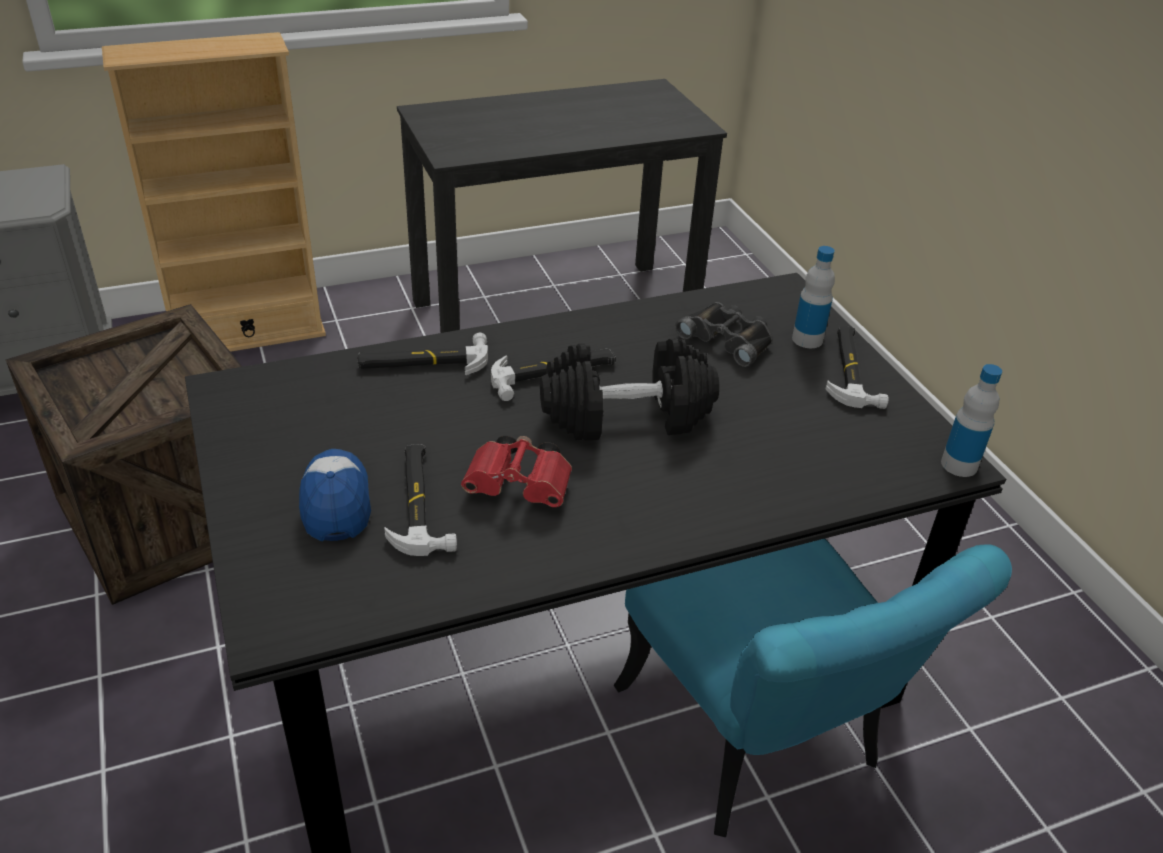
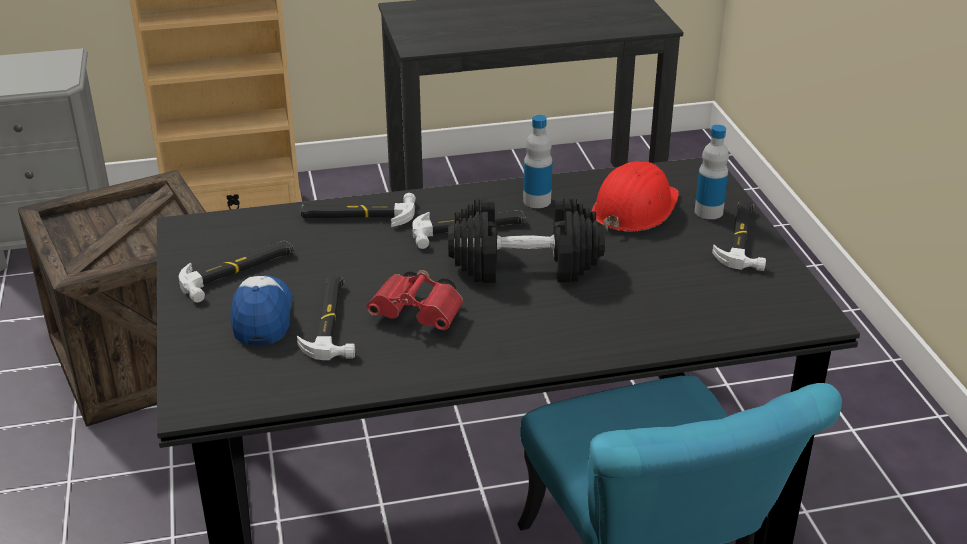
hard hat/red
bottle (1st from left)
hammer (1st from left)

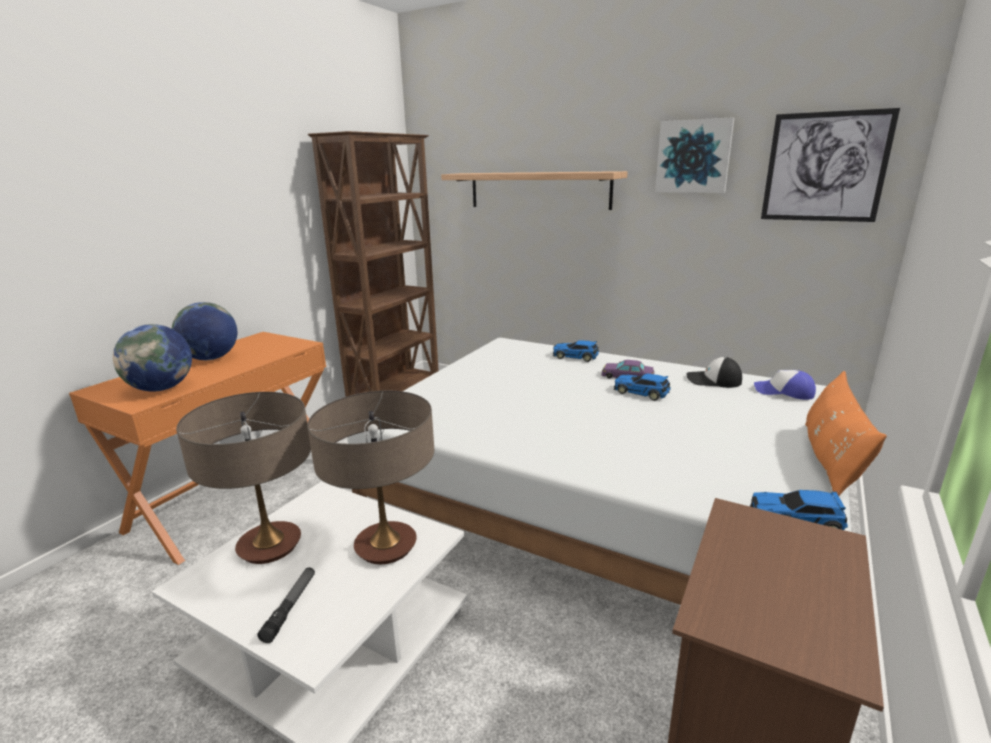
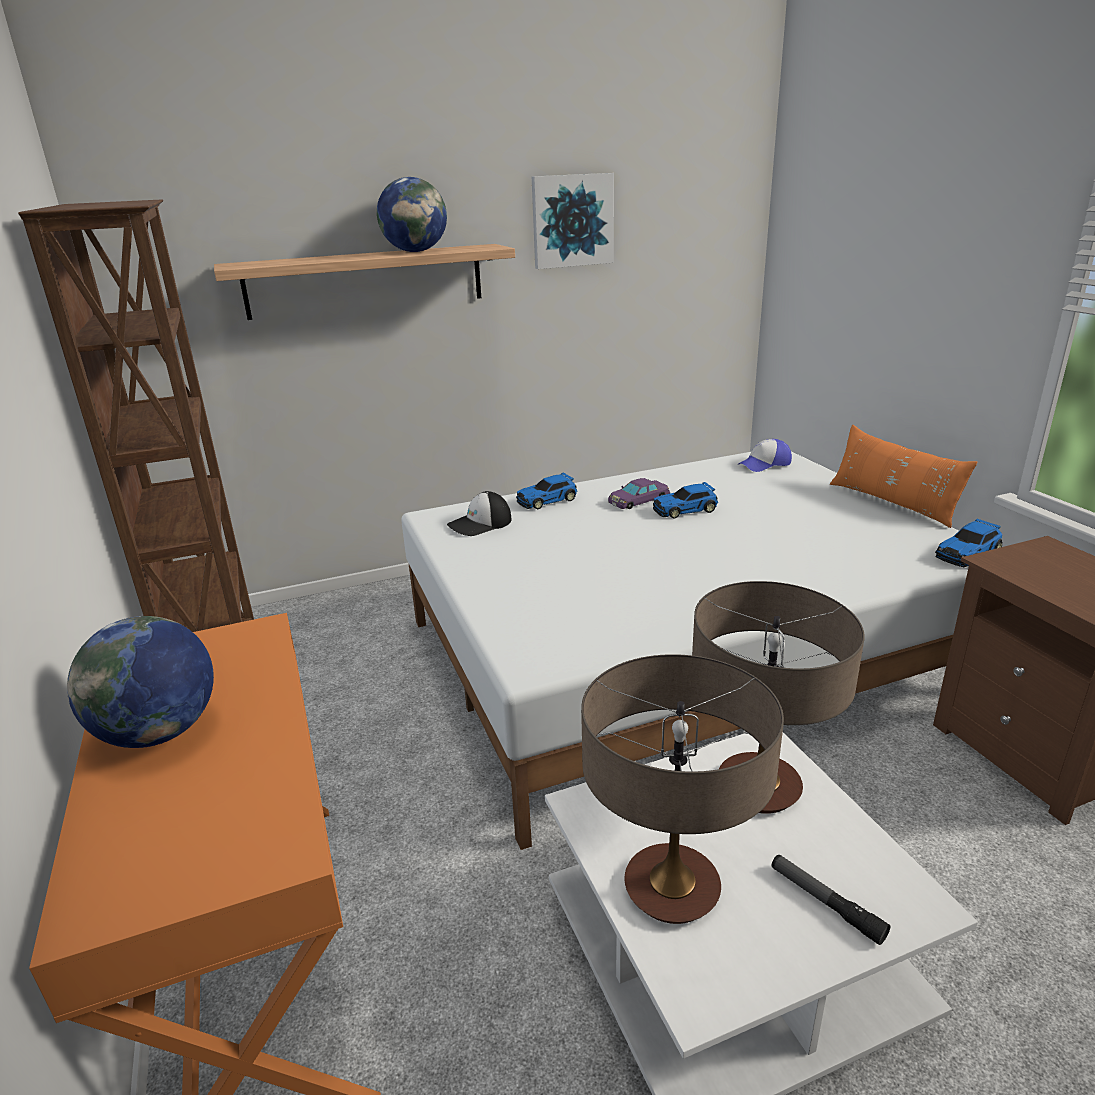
globe (2nd from left)
cap (1st from left)
picture (2nd from left in the first image)

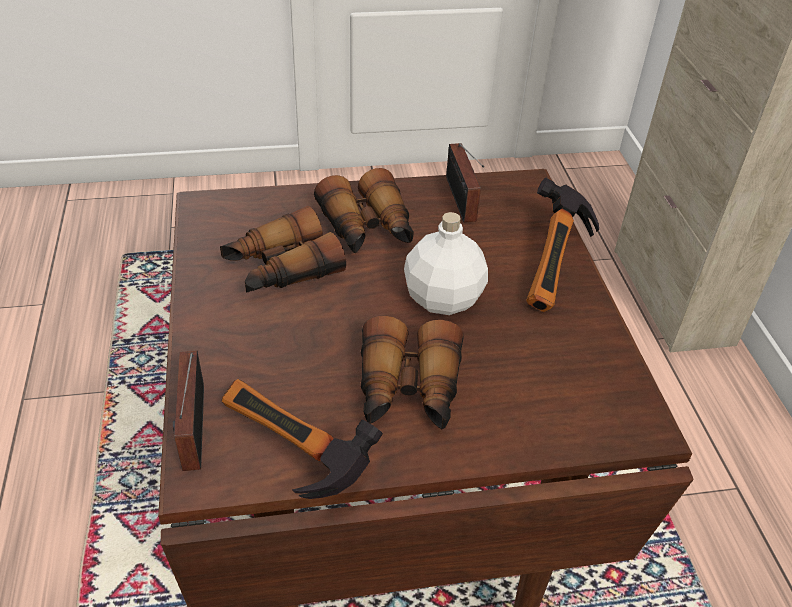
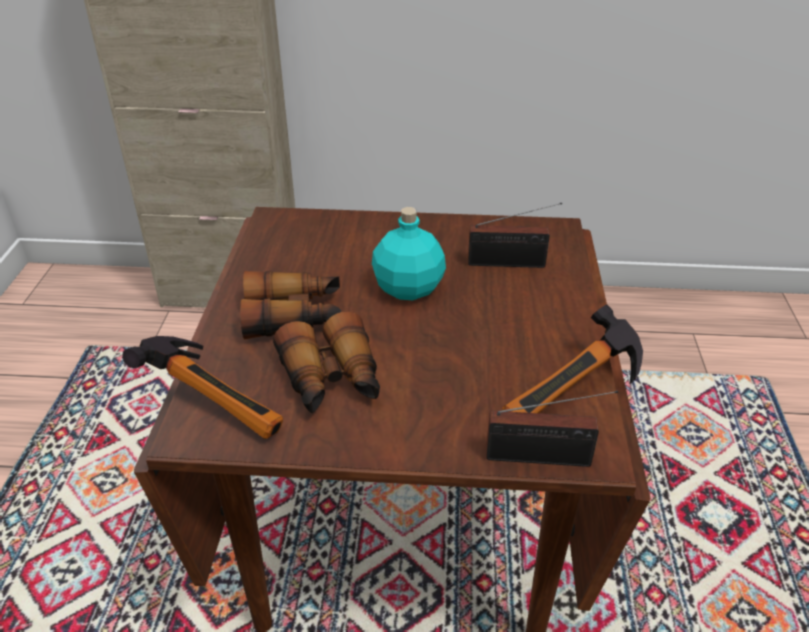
binoculars (3rd from left in the first image)
bottle/turquoise
radio (1st from left)
hammer (1st from left)

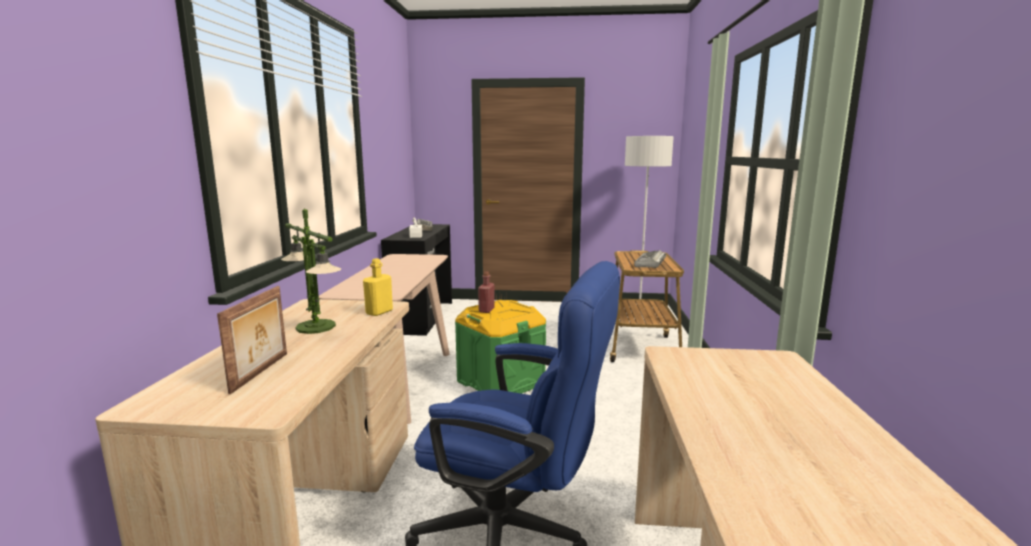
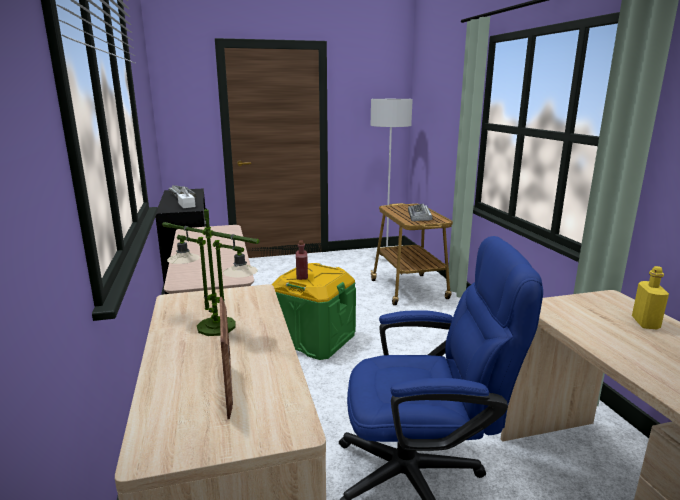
bottle/yellow

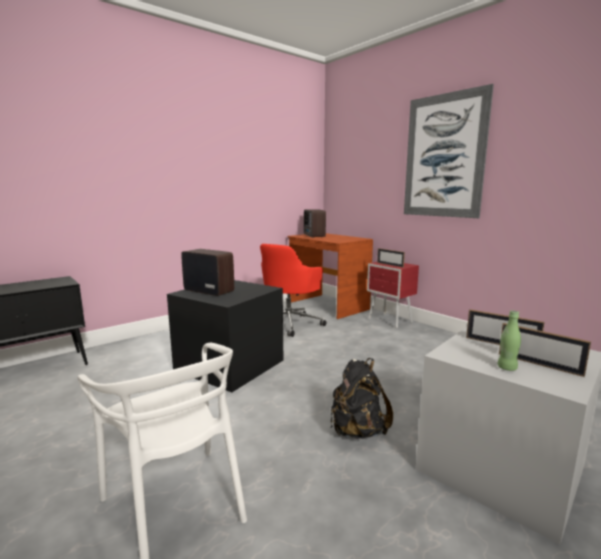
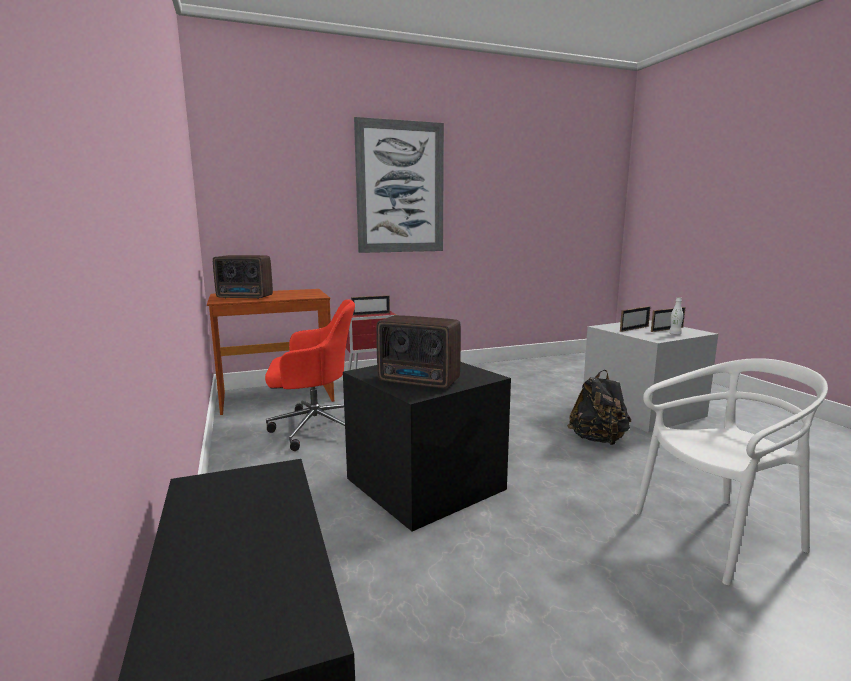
radio (2nd from left)
office chair/red
bottle/white

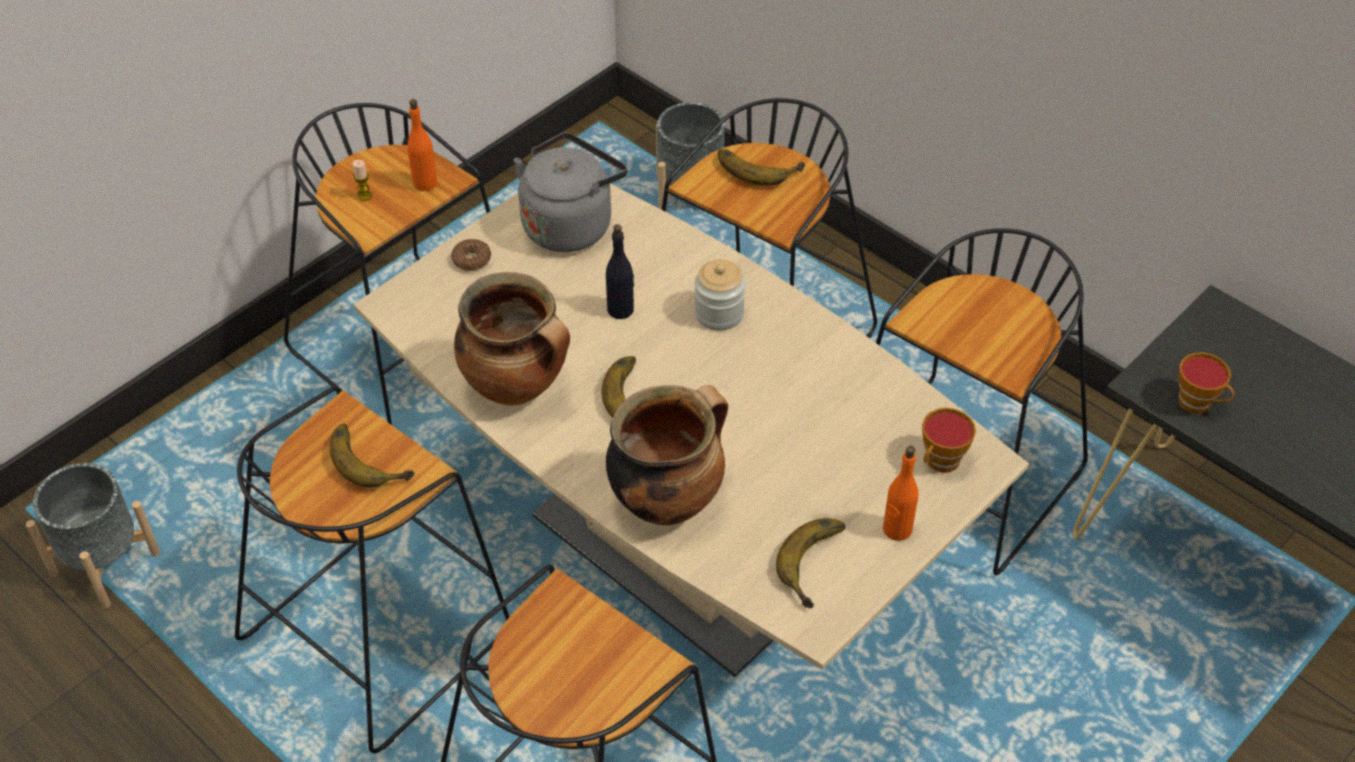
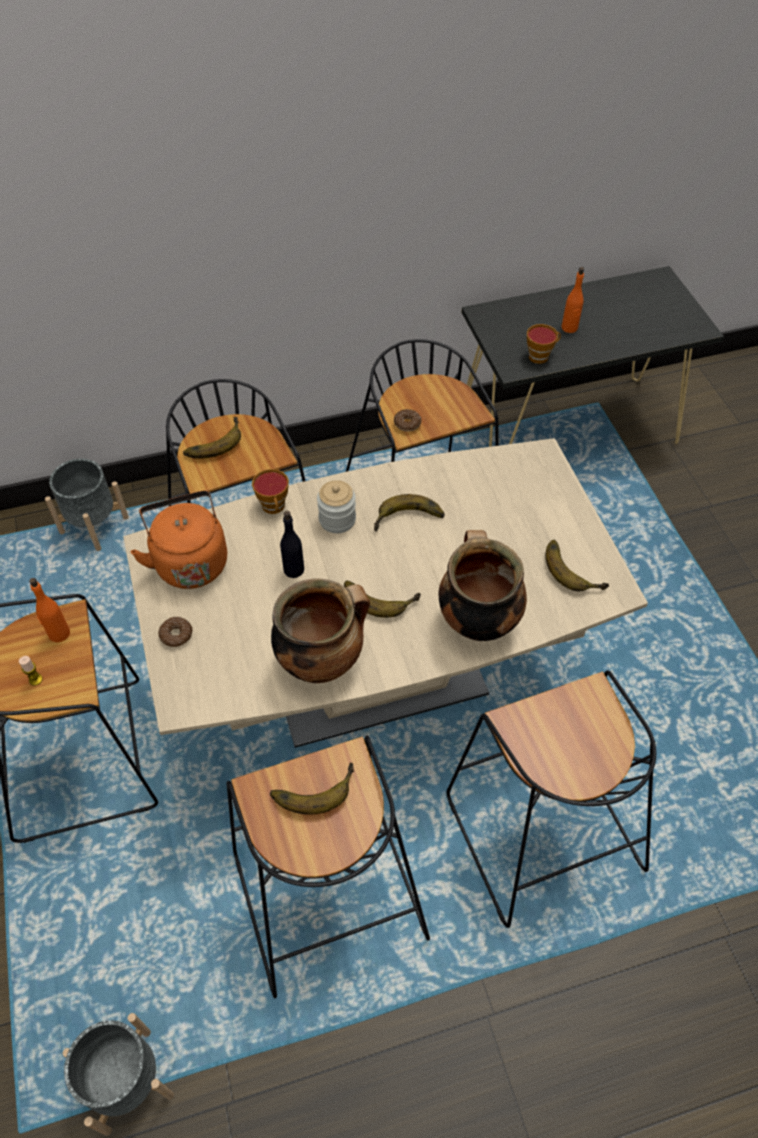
kettle/orange
bottle/orange (2nd from left)
cup (1st from left)
banana (4th from left)
donut (2nd from left)

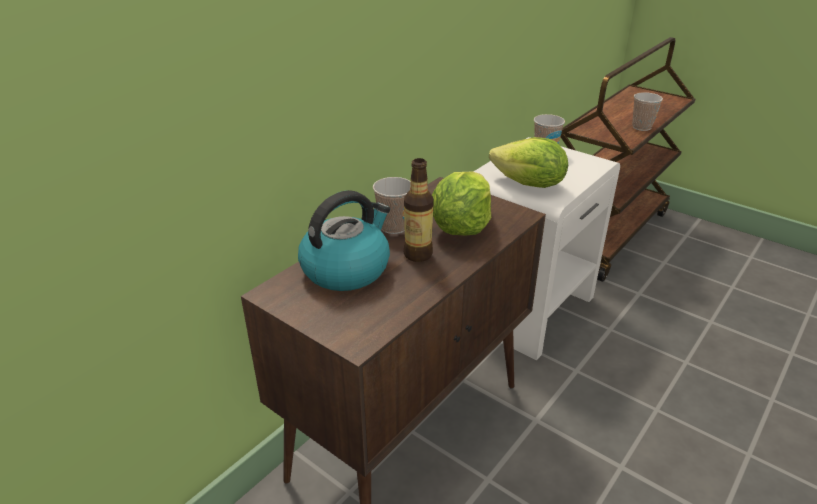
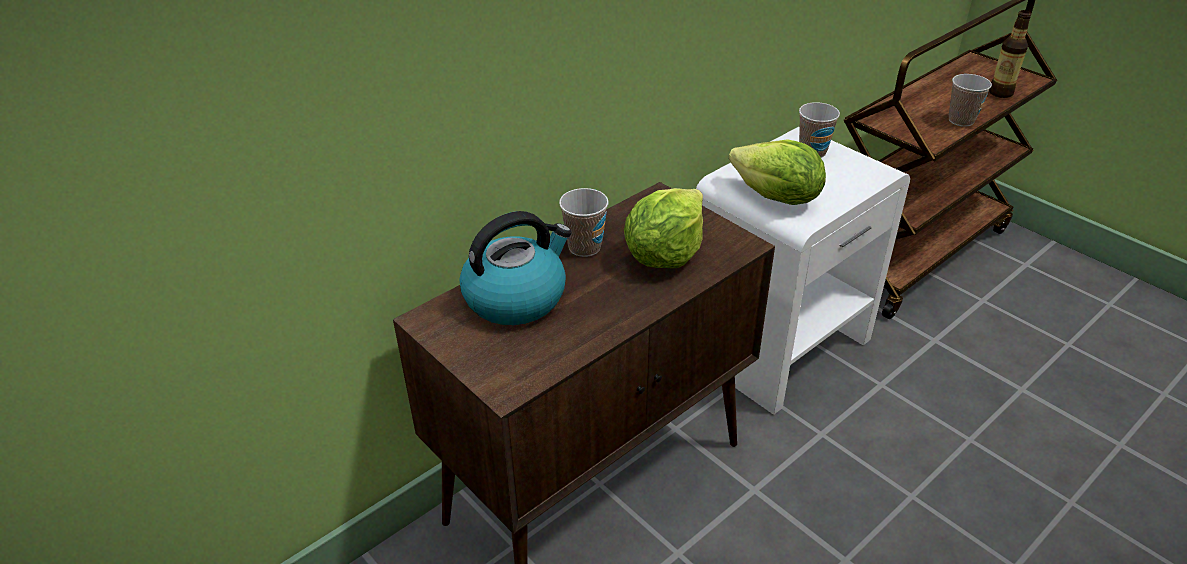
bottle

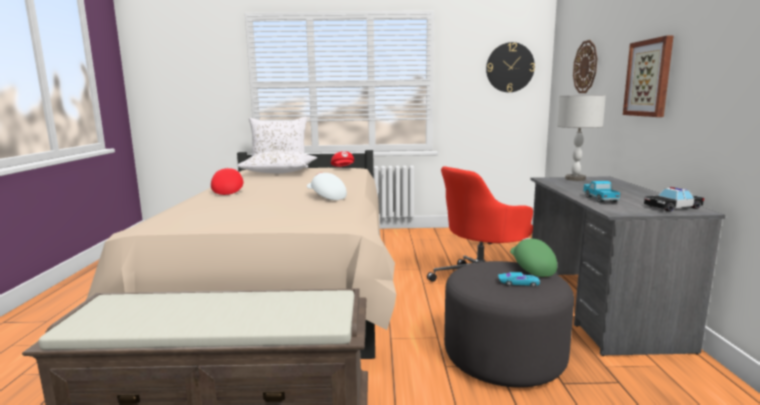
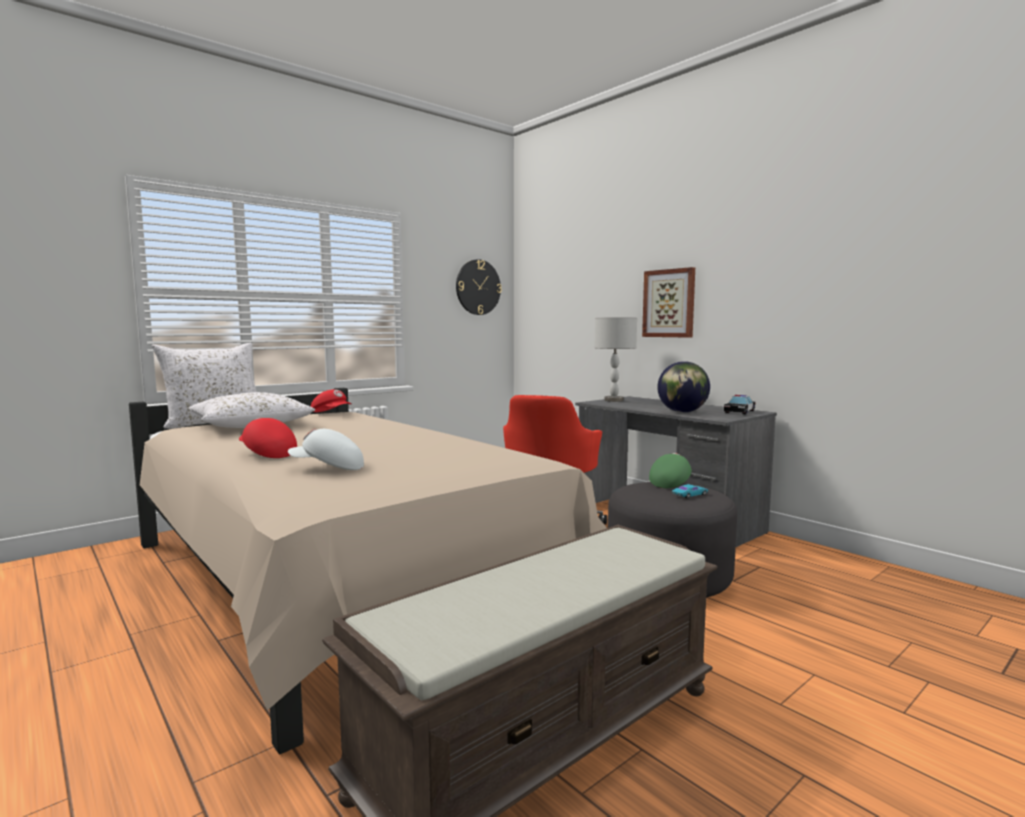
cap/white
cap/green
wall clock (2nd from left in the first image)
globe

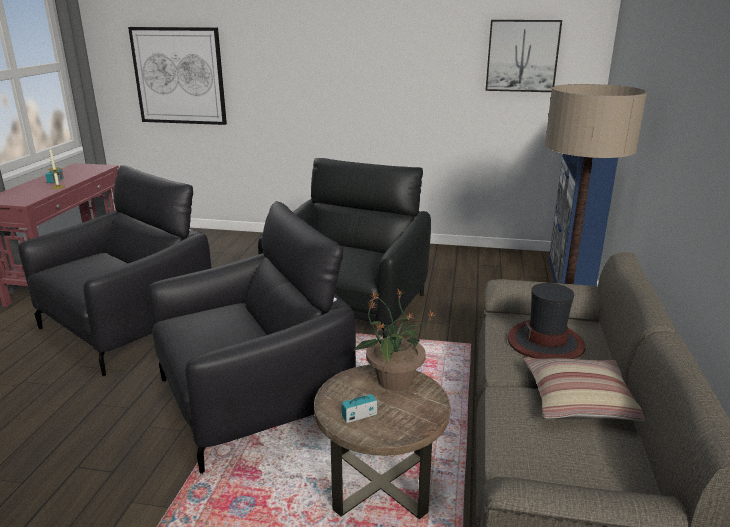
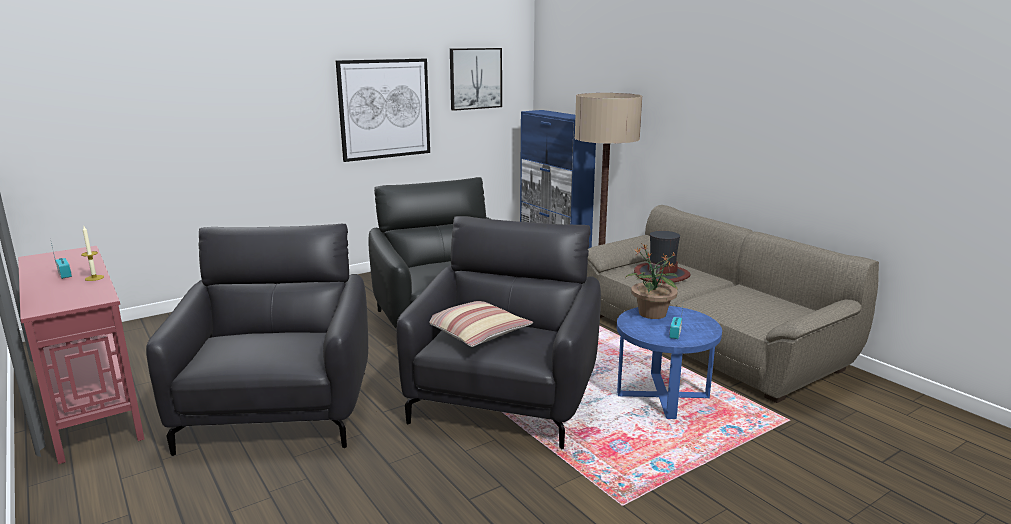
picture (1st from left)
side table/blue
pillow

